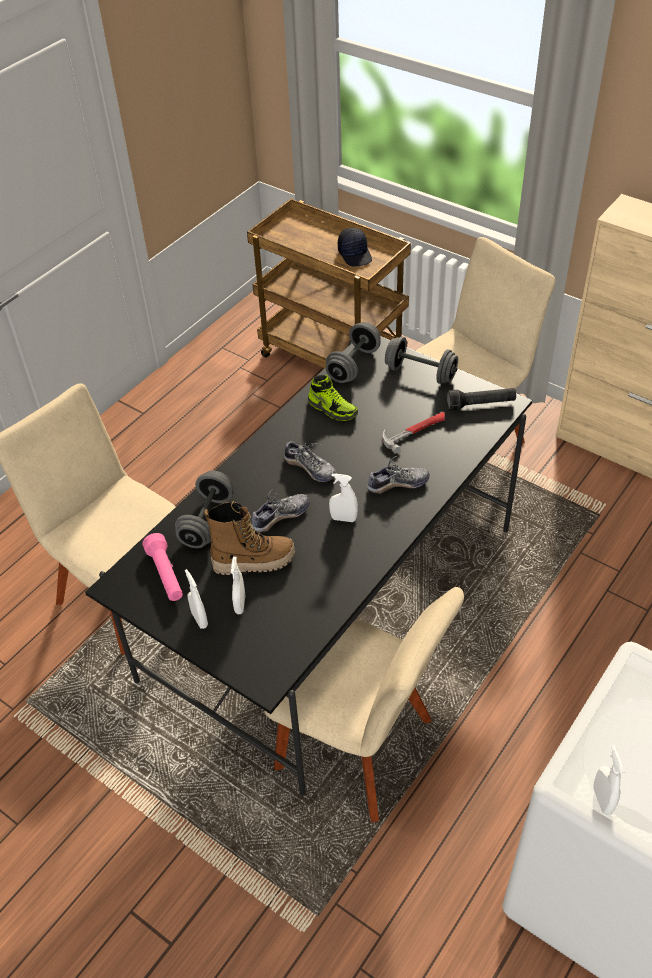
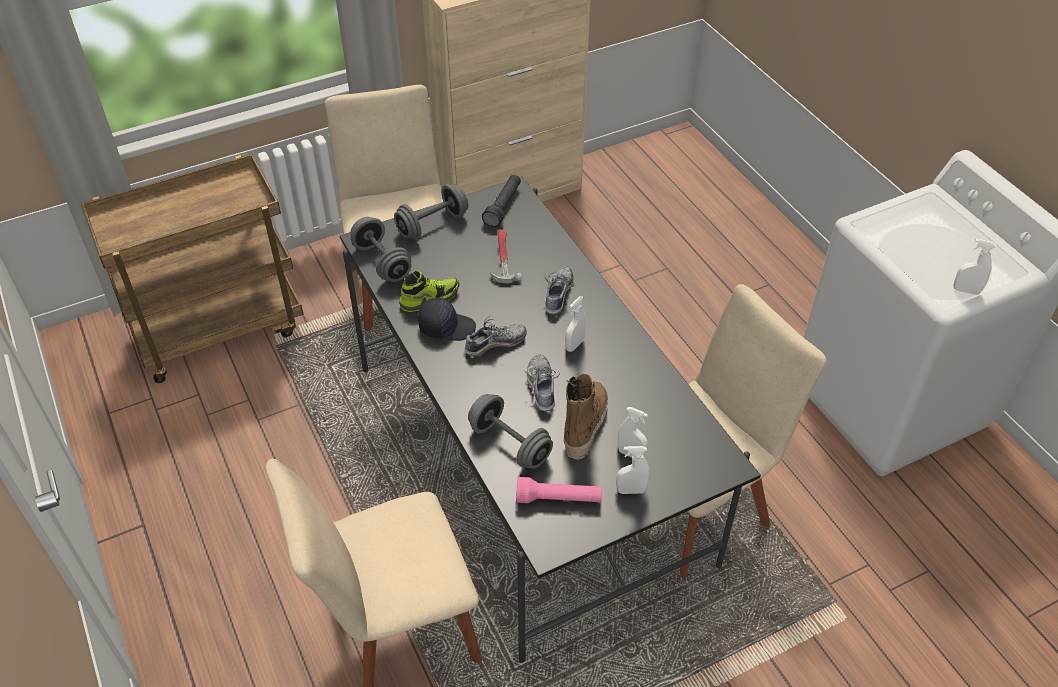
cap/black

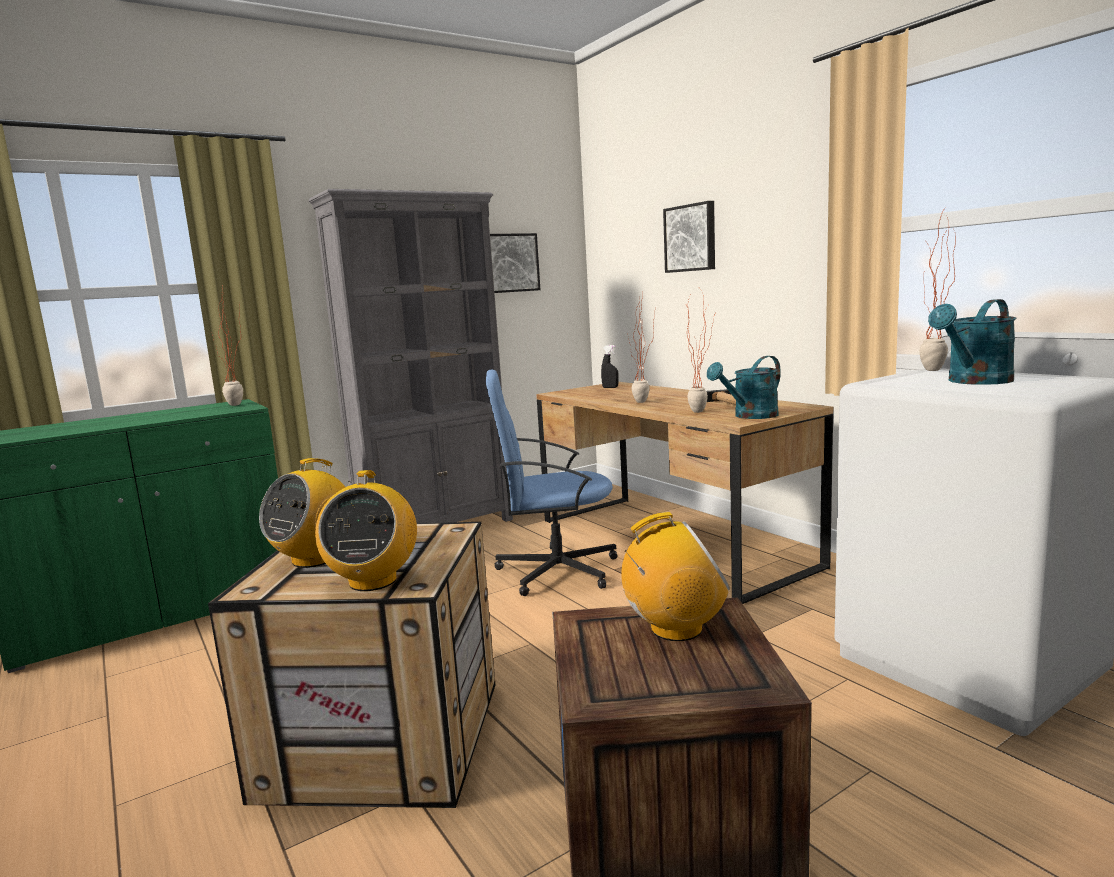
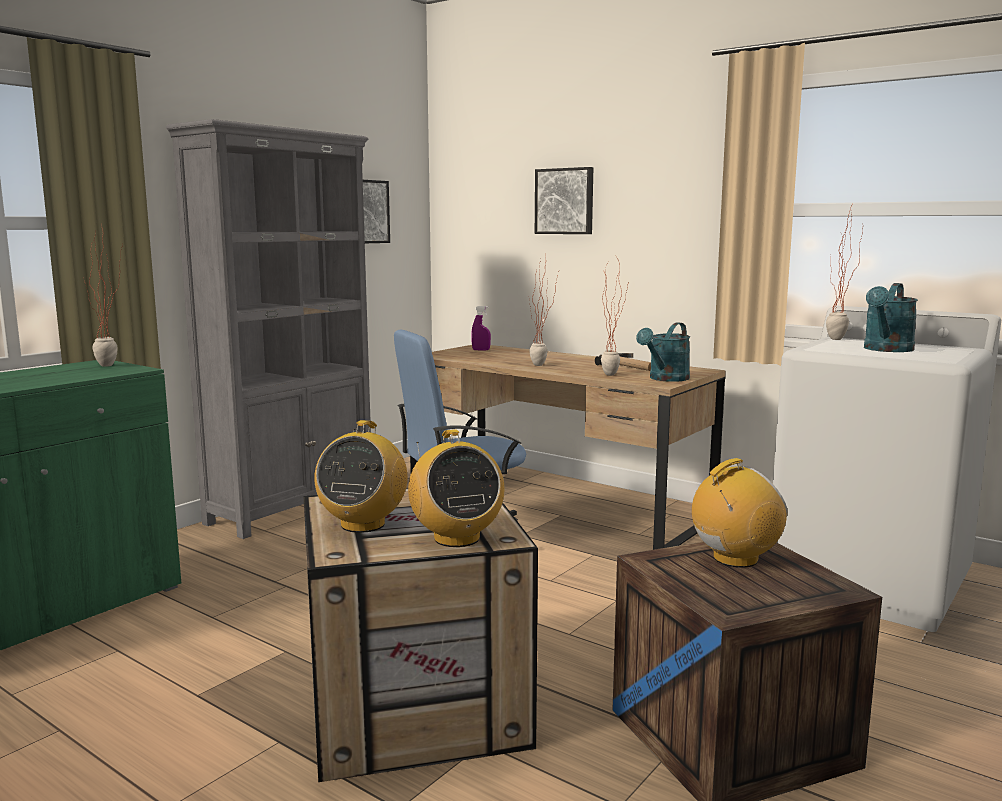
spray bottle/purple

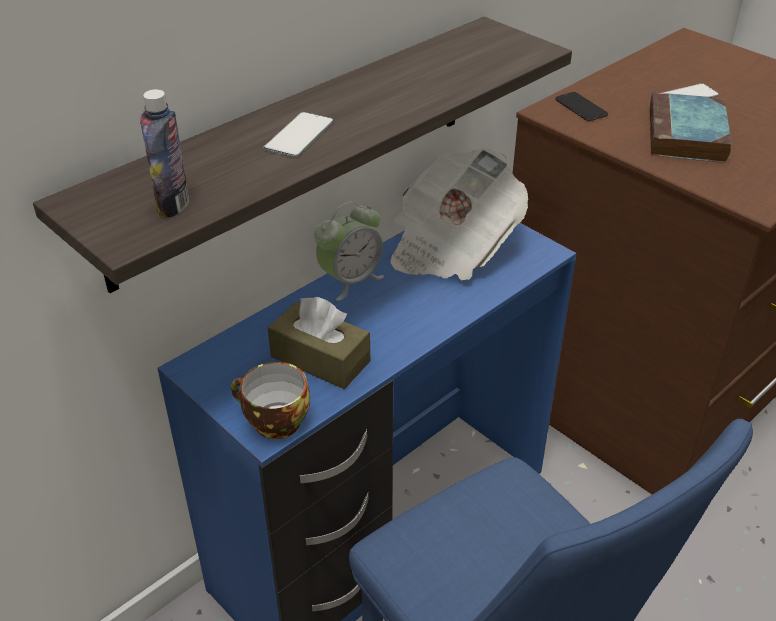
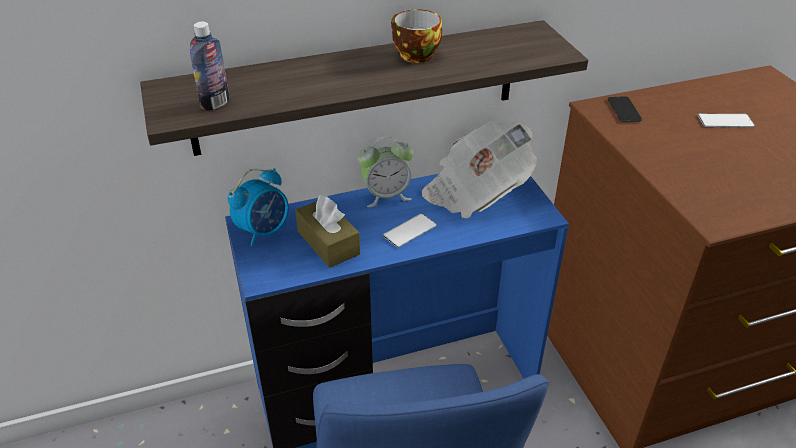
cup
phone (1st from left)
book
alarm clock (1st from left)

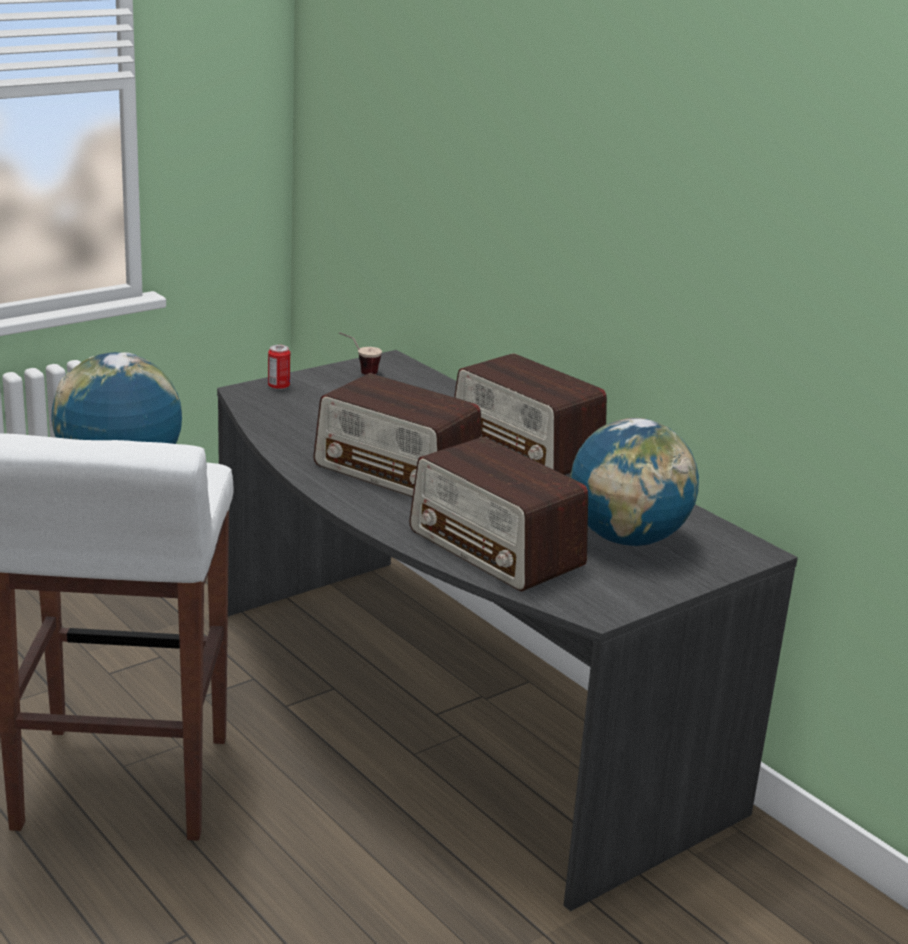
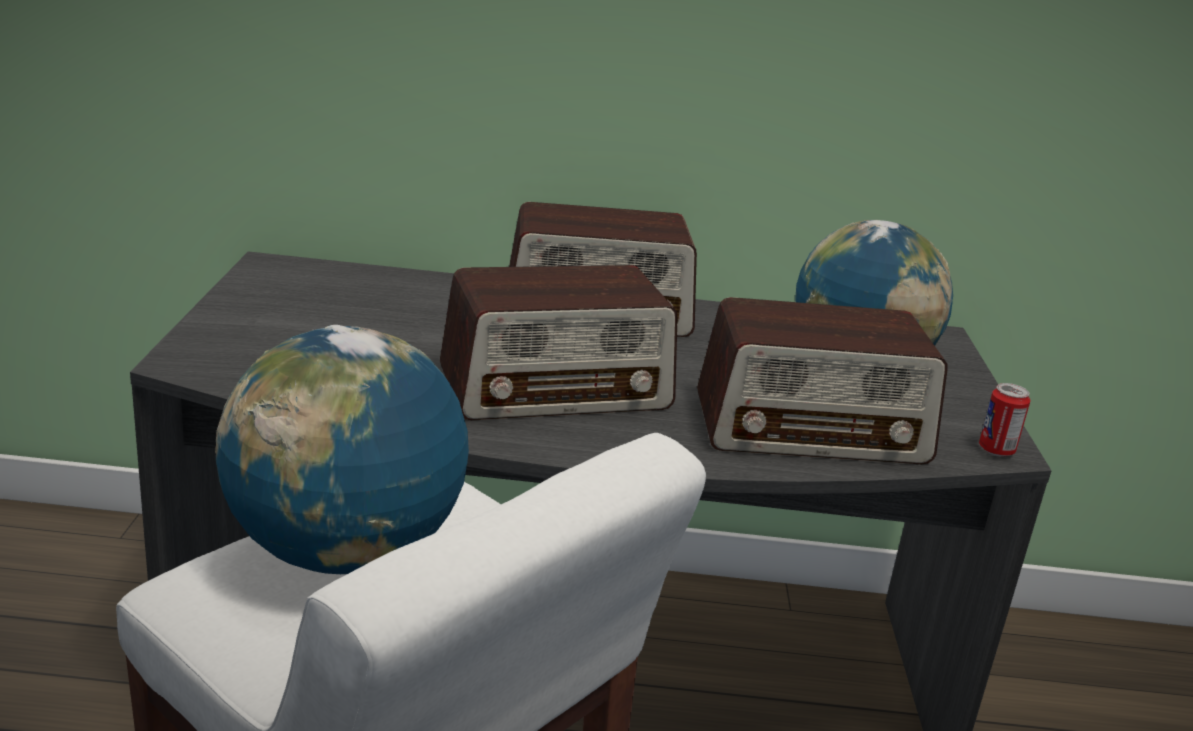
can
cup

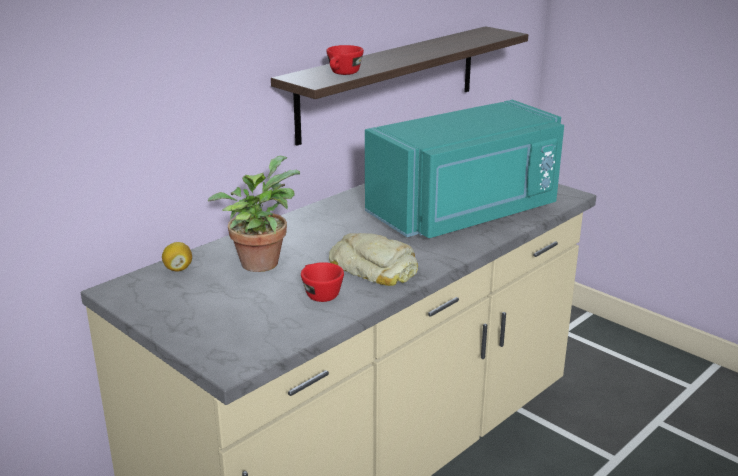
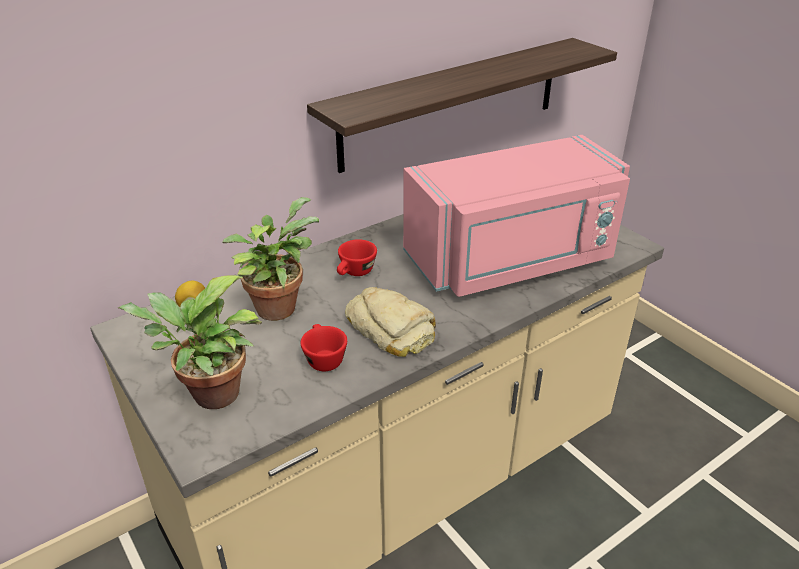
cup/red (2nd from left)
microwave/pink
potted plant (1st from left)

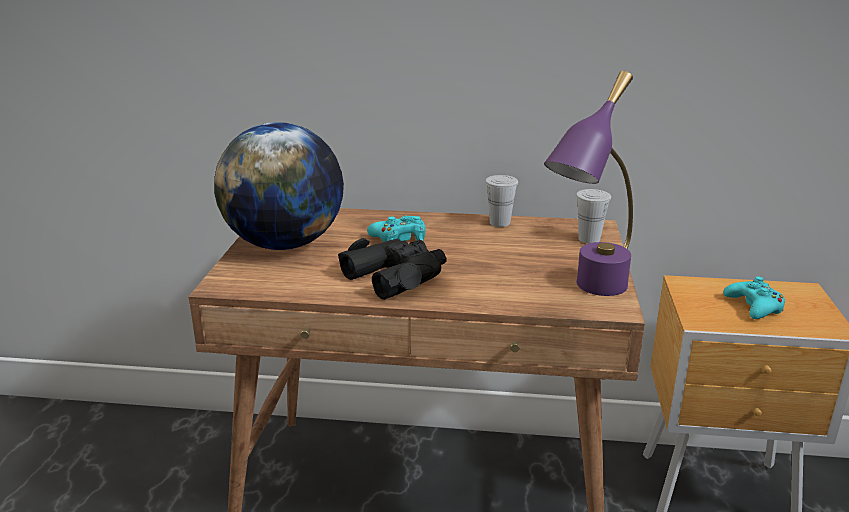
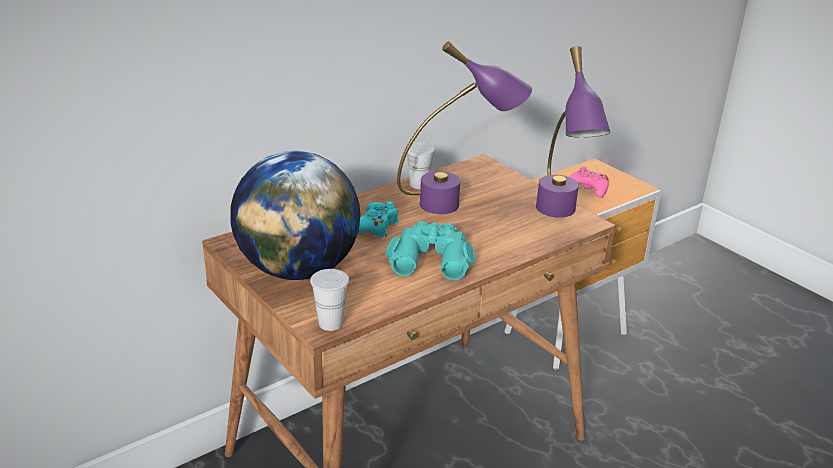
binoculars/turquoise
cup/white (1st from left)
game controller/pink
table lamp/purple (1st from left)

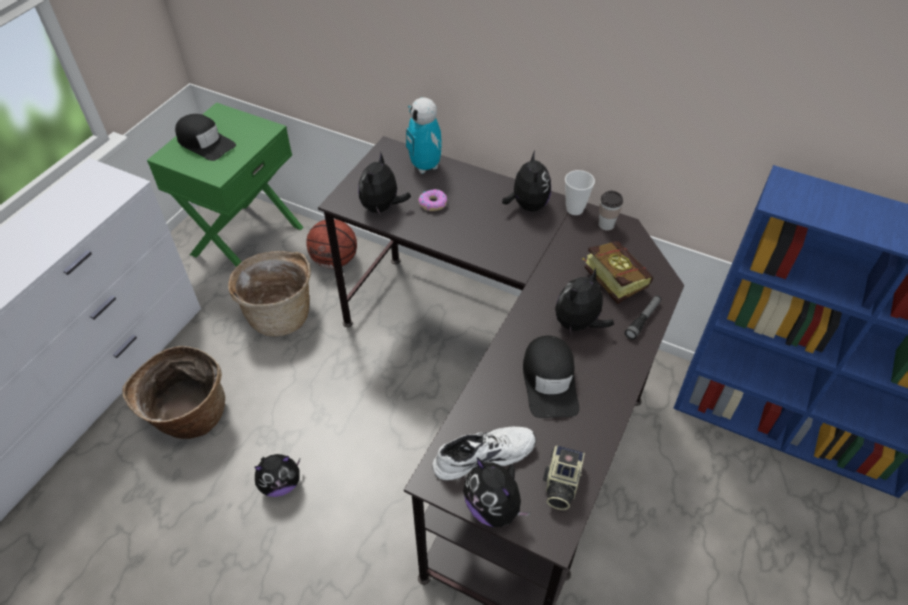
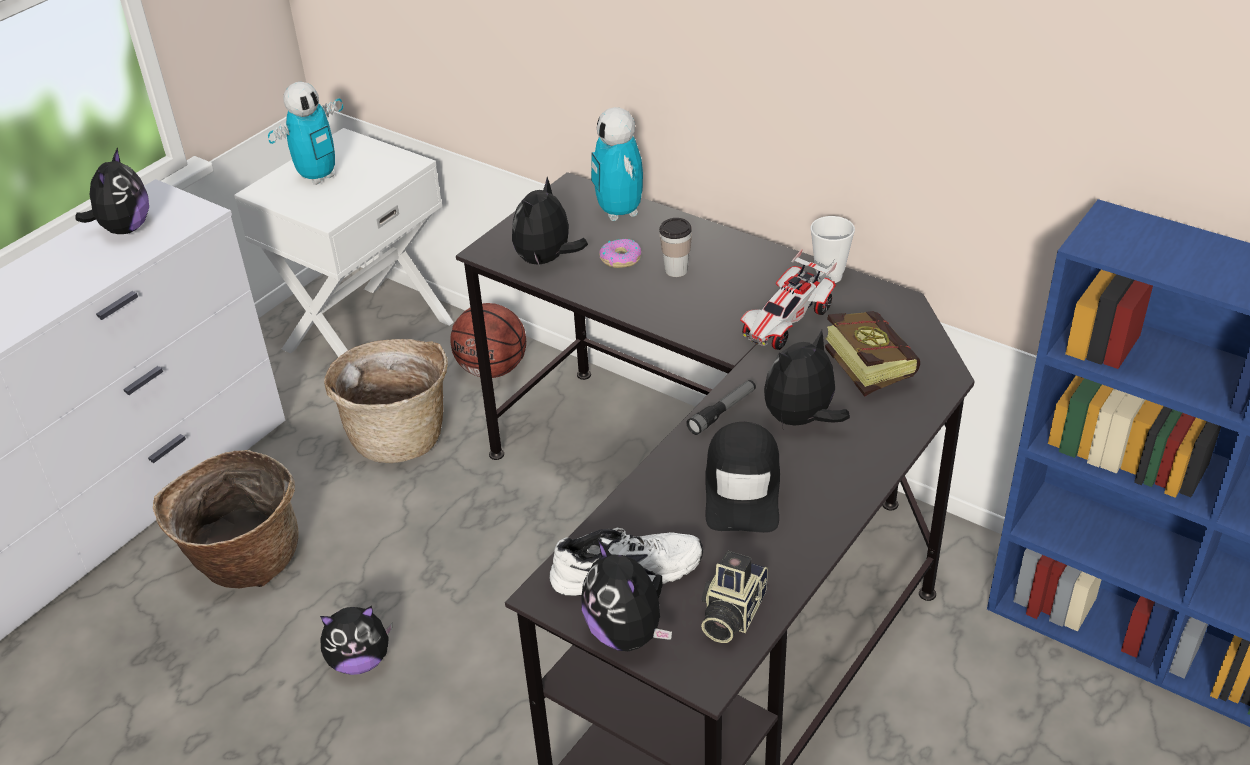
nightstand/white
toy robot (1st from left)
plush toy (1st from left)
cup (1st from left)
flashlight
toy car

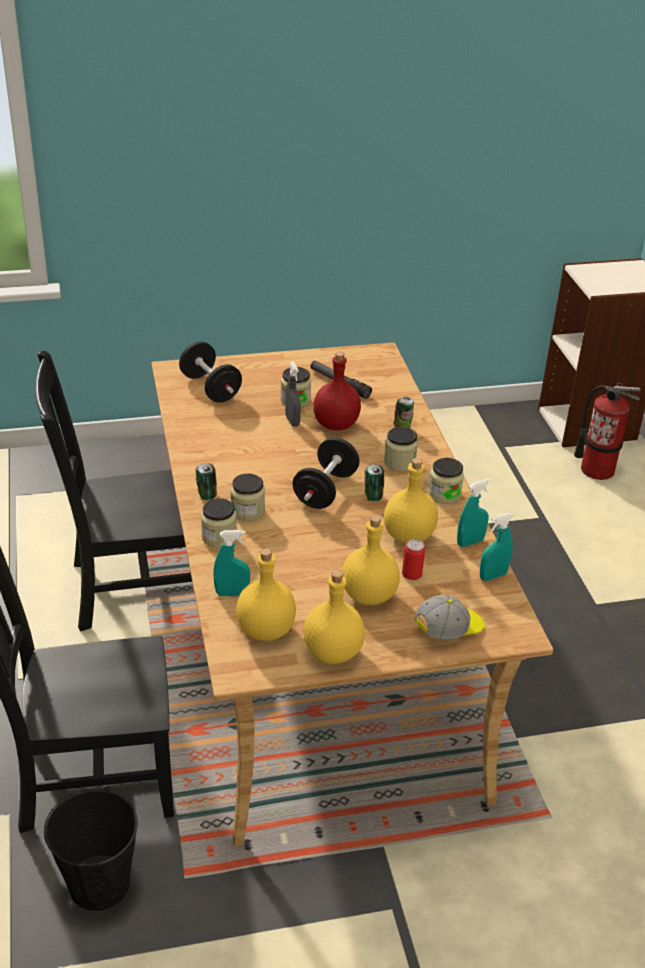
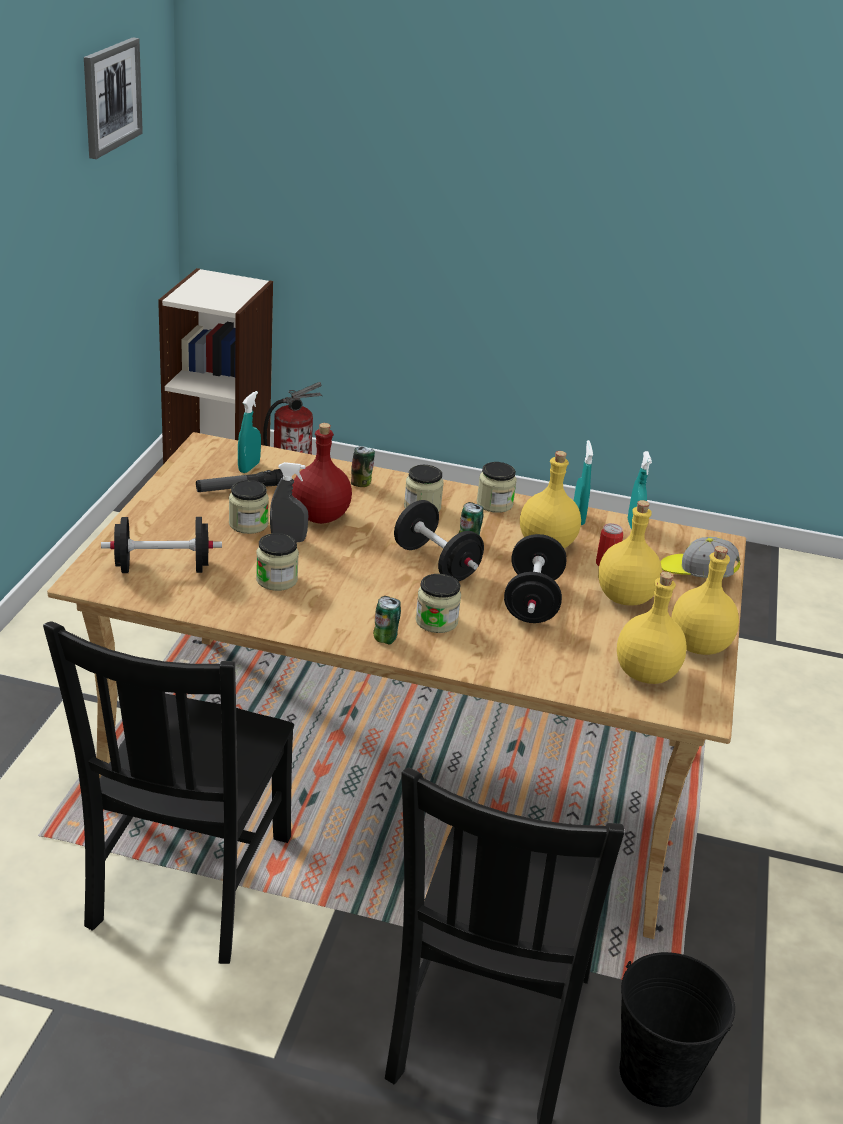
jar (2nd from left)
spray bottle/turquoise (1st from left)
cap
picture
dumbbell/black (3rd from left)

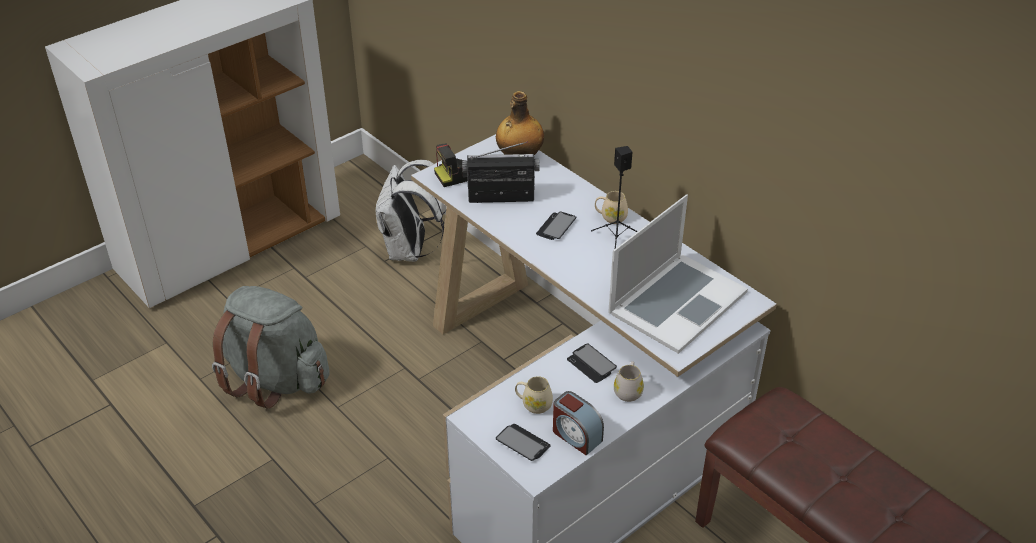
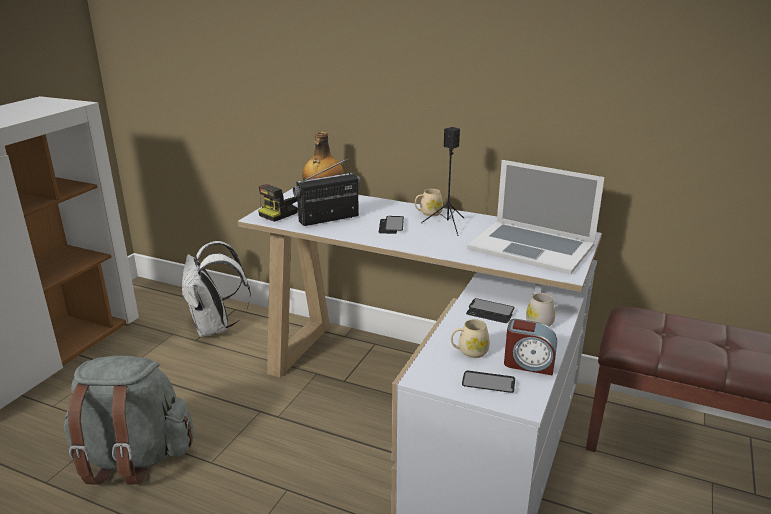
laptop

